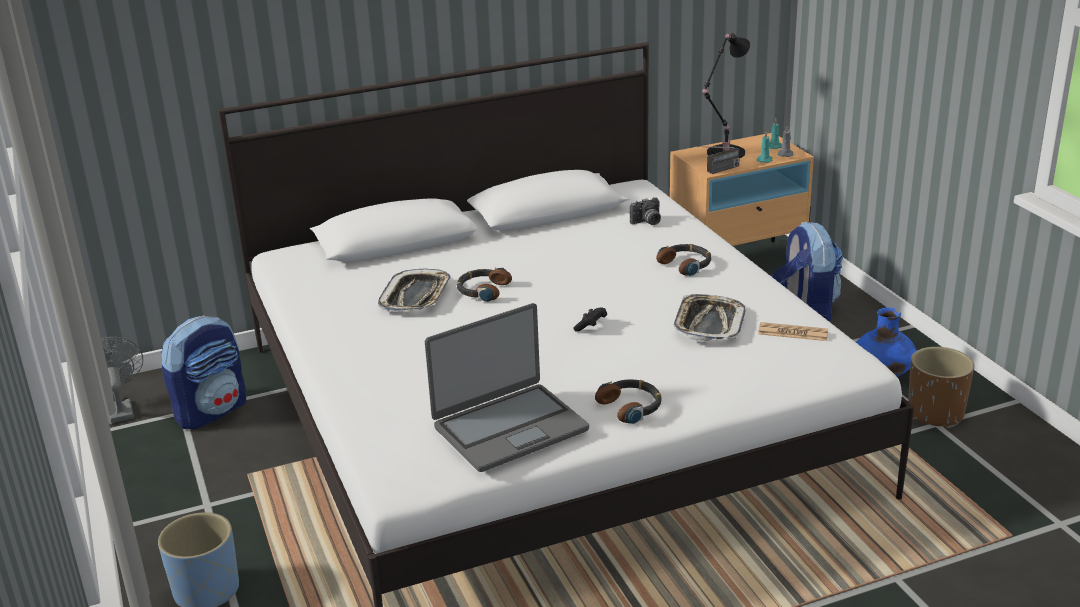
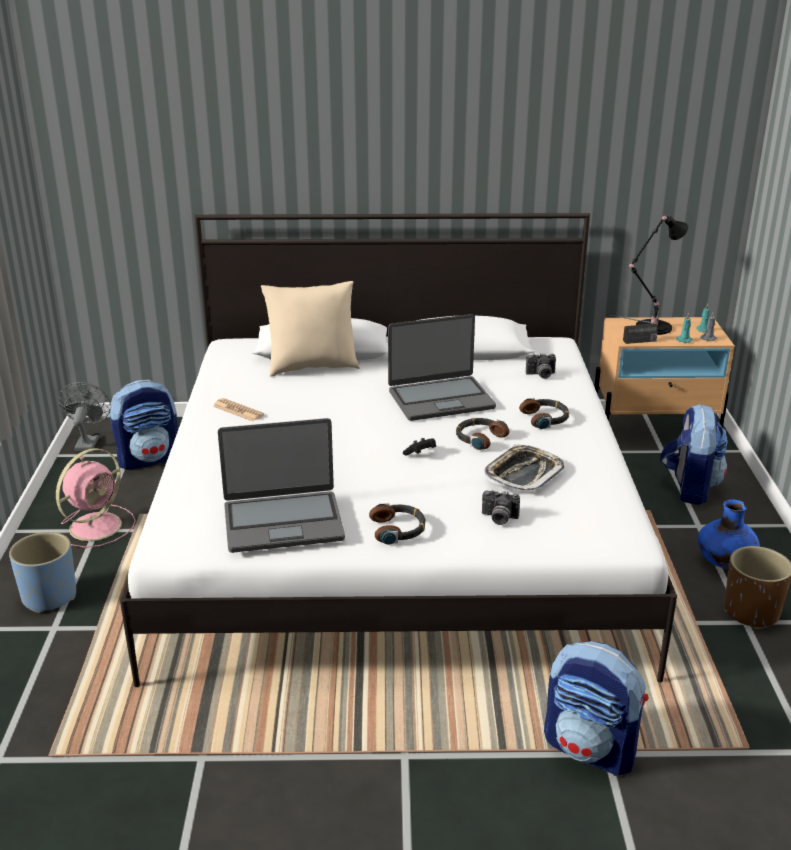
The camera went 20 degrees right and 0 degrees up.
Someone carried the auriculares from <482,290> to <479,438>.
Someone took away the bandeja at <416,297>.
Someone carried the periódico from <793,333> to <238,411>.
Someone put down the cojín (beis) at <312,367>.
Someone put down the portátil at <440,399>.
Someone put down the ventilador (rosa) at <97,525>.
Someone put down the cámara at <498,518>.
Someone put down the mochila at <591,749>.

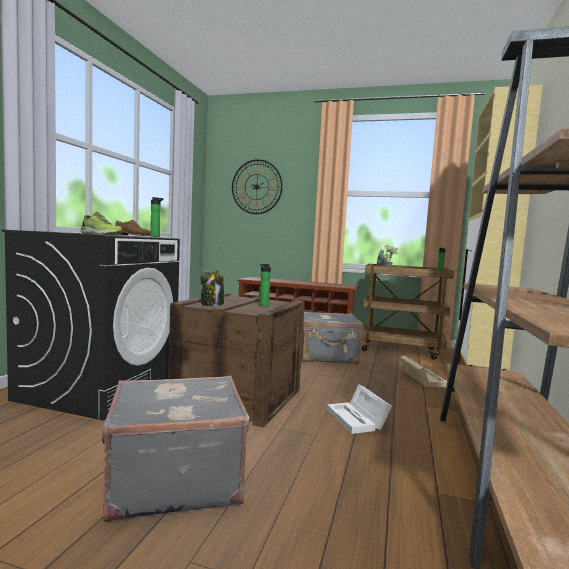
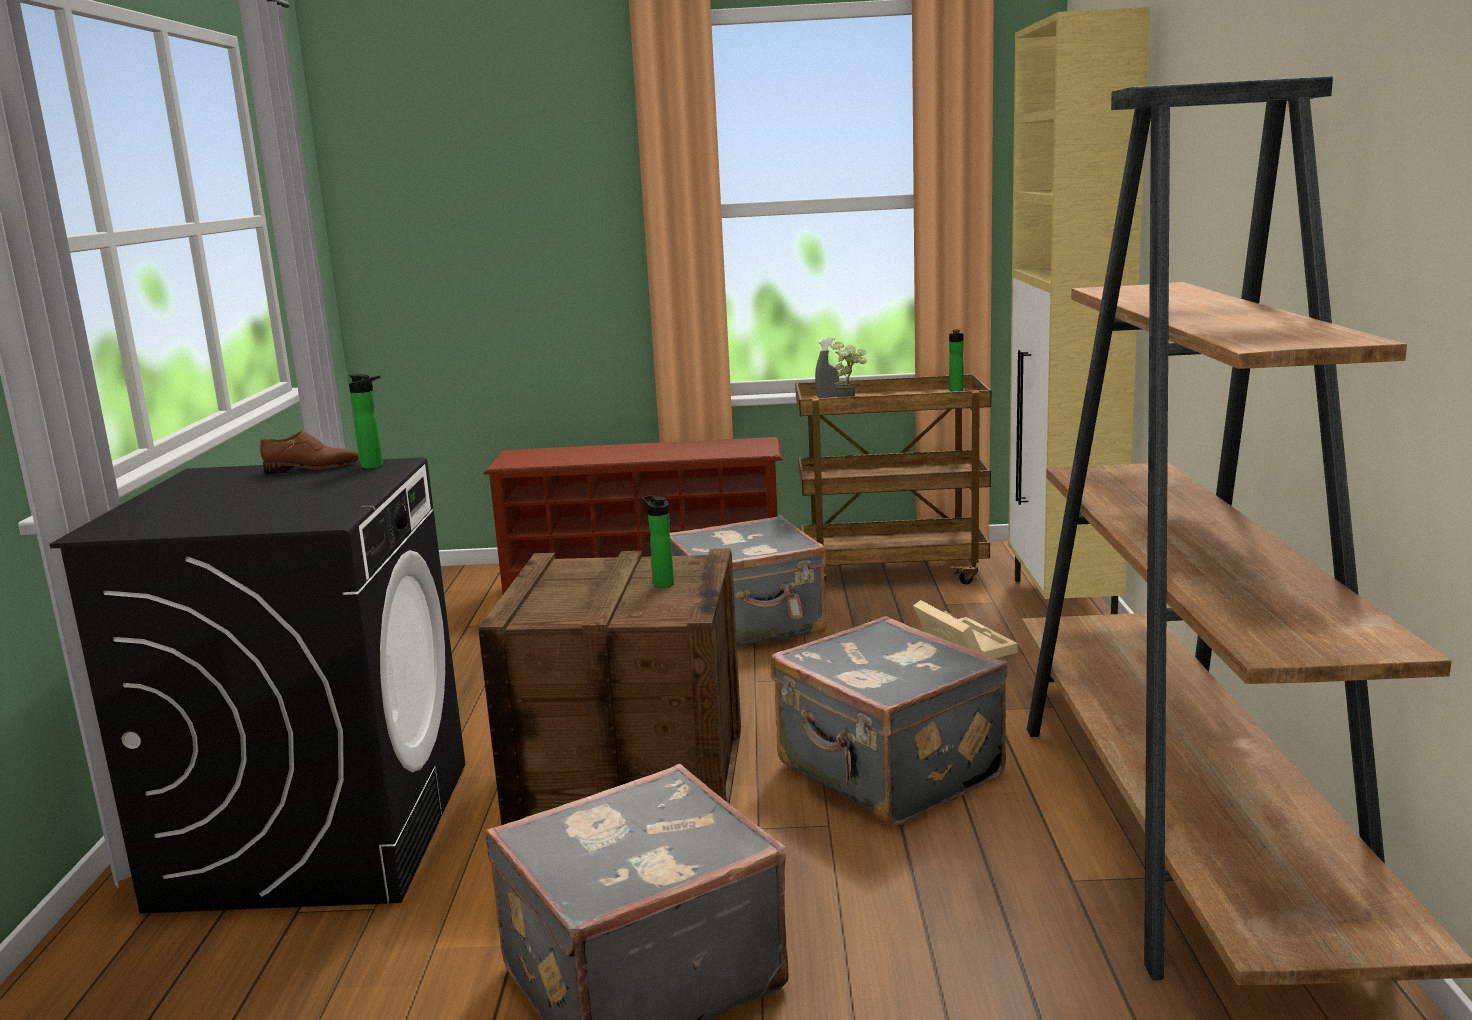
The camera went 15 degrees left and 10 degrees up.
Someone took away the reloj de pared at <256,187>.
Someone took away the zapato at <100,234>.
Someone took away the tarro at <212,304>.
Someone swapped the caja de almacenaje (blanco) at <358,420> for the maleta (gris) at <887,773>.

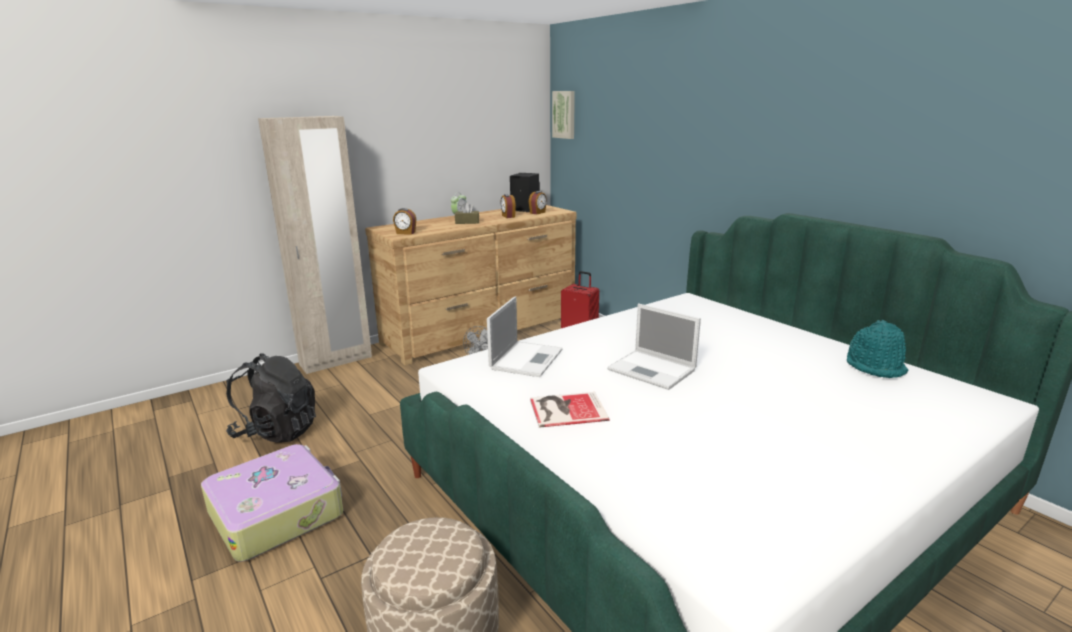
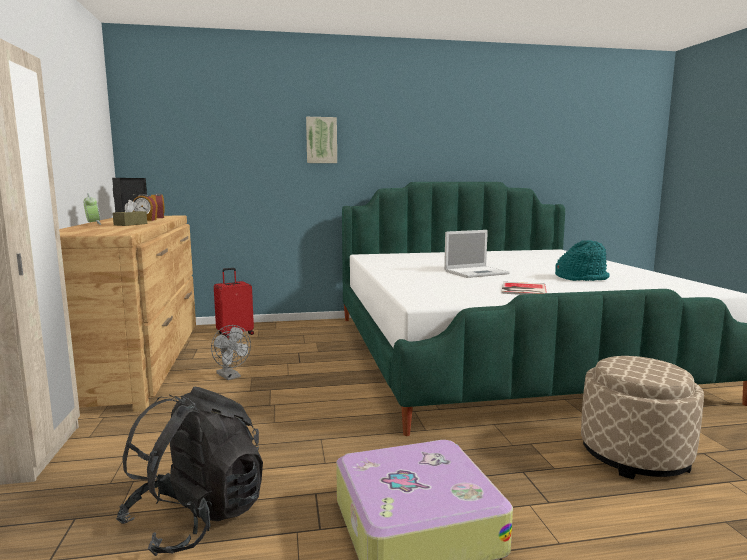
The camera went 65 degrees left and 10 degrees down.
Someone carried the cuadro from <564,114> to <321,140>.
Someone took away the despertador at <405,233>.
Someone took away the portátil at <527,358>.
Someone carried the sombrero (turquesa) from <875,366> to <581,278>.

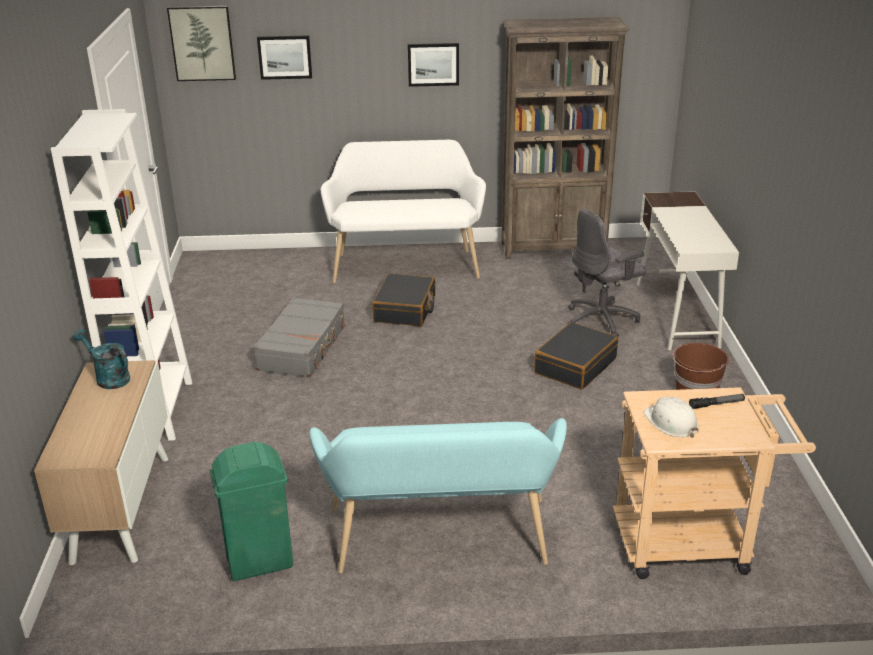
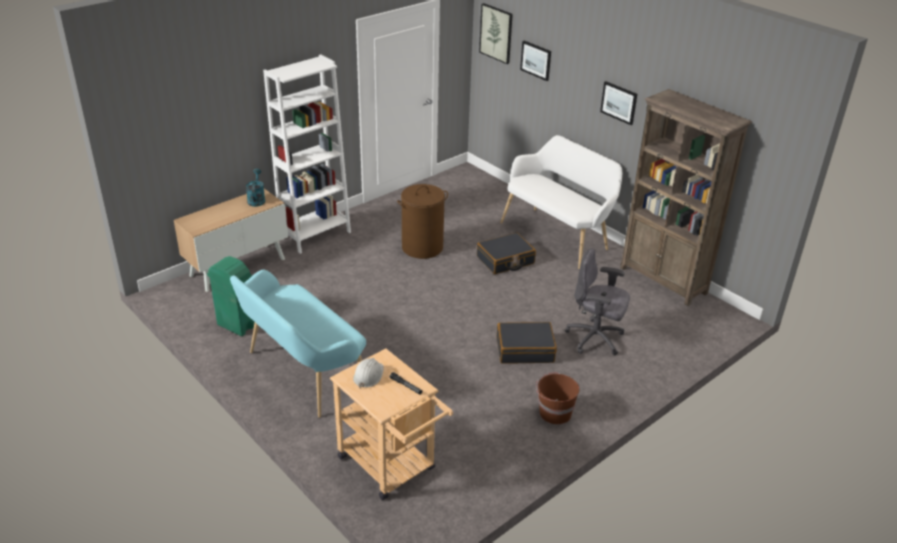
The camera went 50 degrees right and 5 degrees up.
Someone took away the escritorio (blanco) at <676,314>.
Someone swapped the maleta (gris) at <303,347> for the cesto de la ropa (marrón) at <422,247>.

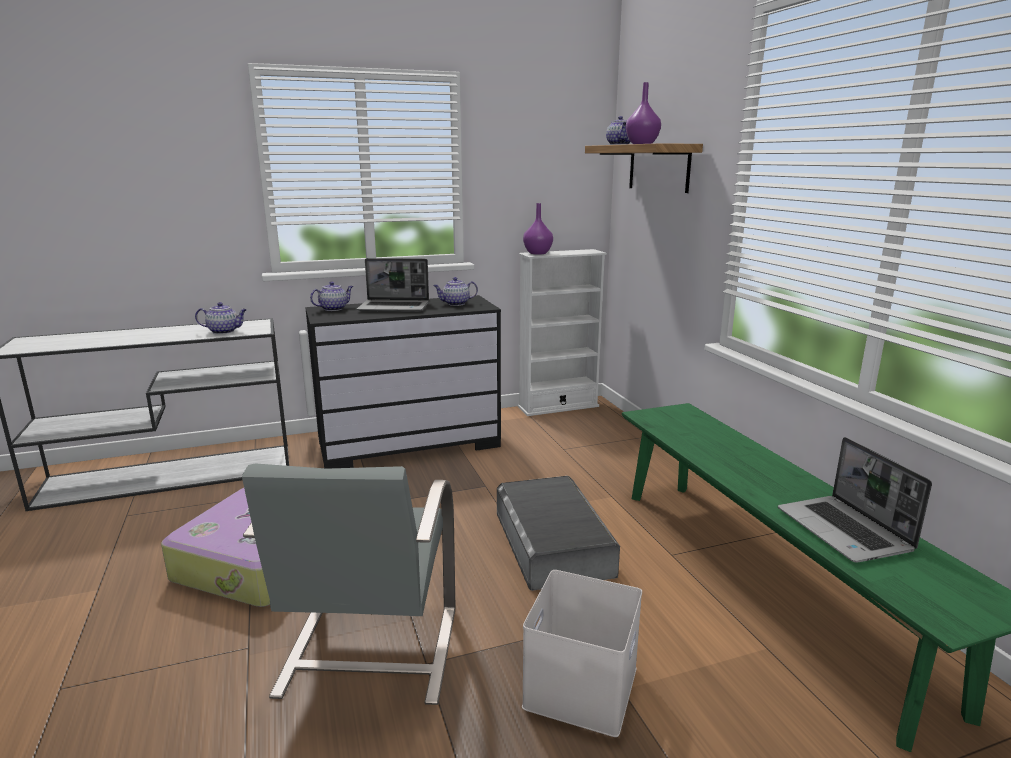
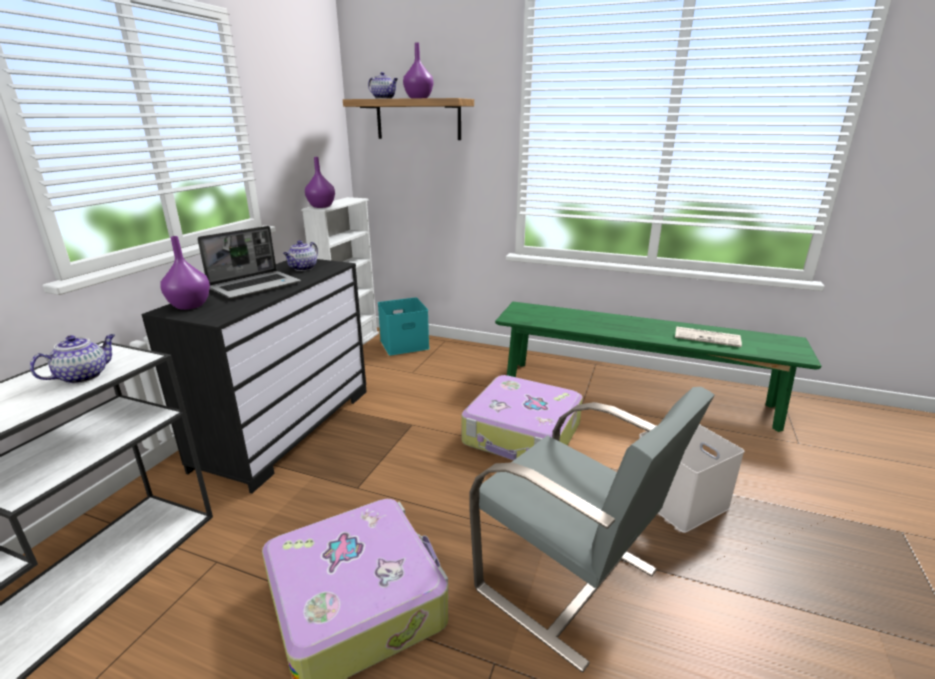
The camera went 50 degrees left and 5 degrees up.
Someone swapped the tetera at <334,309> for the florero (morado) at <189,305>.
Someone swapped the portátil at <845,531> for the periódico at <708,337>.
Someone swapped the caja de almacenaje (gris) at <553,543> for the maleta at <522,435>.
Someone put down the caja de almacenaje (turquesa) at <405,344>.

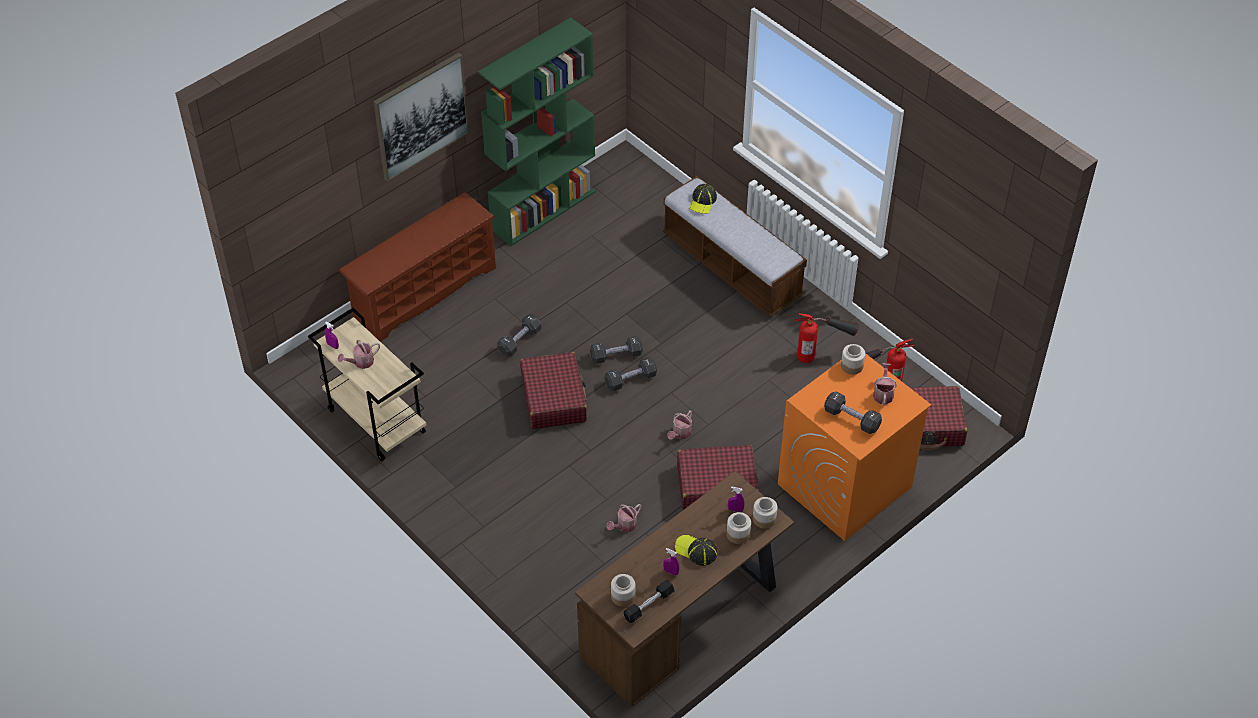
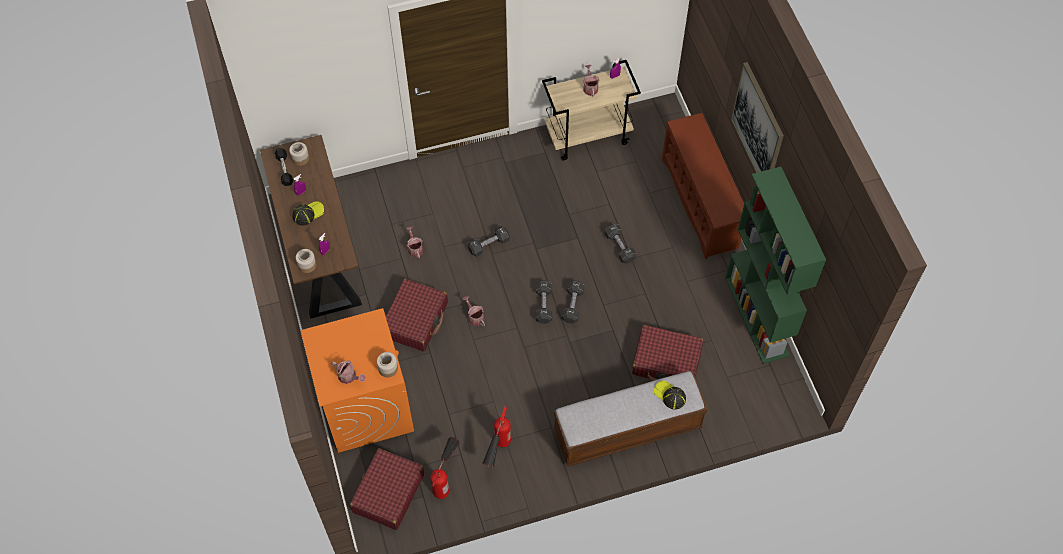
The camera went 115 degrees right and 10 degrees up.
Someone carried the maleta (rojo) from <554,398> to <666,362>.
Someone carried the mancuerna (negro) from <852,419> to <488,245>.
Someone took away the tarro at <738,534>.

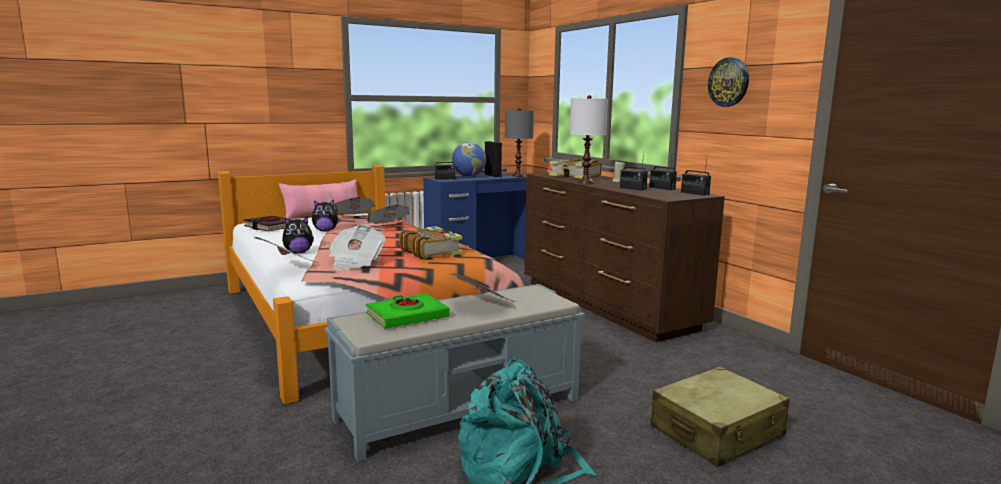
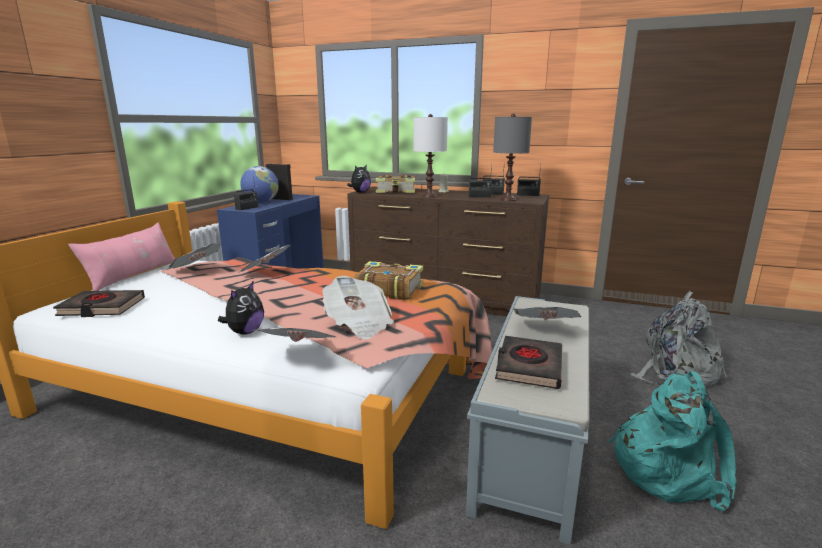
The camera went 40 degrees left and 5 degrees up.
Someone took away the reloj de pared at <728,82>.
Someone carried the lámpara de mesa (gris) from <518,176> to <507,200>.
Someone carried the peluche from <325,231> to <360,192>.
Someone repainted the libro (verde) at <407,316>, which became the libro (negro) at <529,366>.
Someone swapped the maleta (beis) at <717,432> for the mochila (gris) at <675,372>.

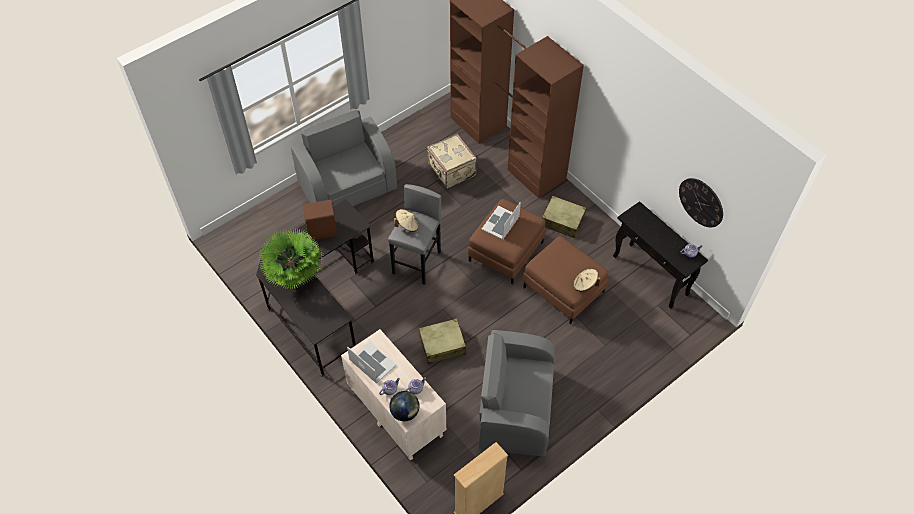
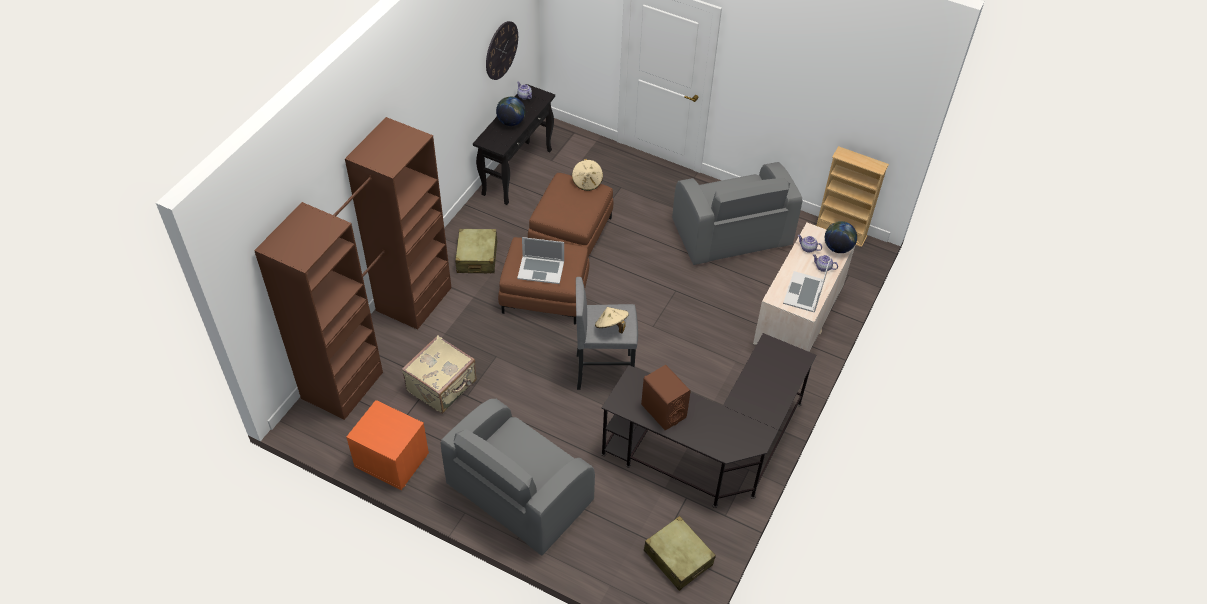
The camera went 115 degrees left and 5 degrees down.
Someone took away the planta en maceta at <295,276>.
Someone carried the maleta (beis) from <442,345> to <678,558>.
Someone put down the globo terráqueo at <511,122>.
Someone put down the mesita de noche (naranja) at <391,460>.

